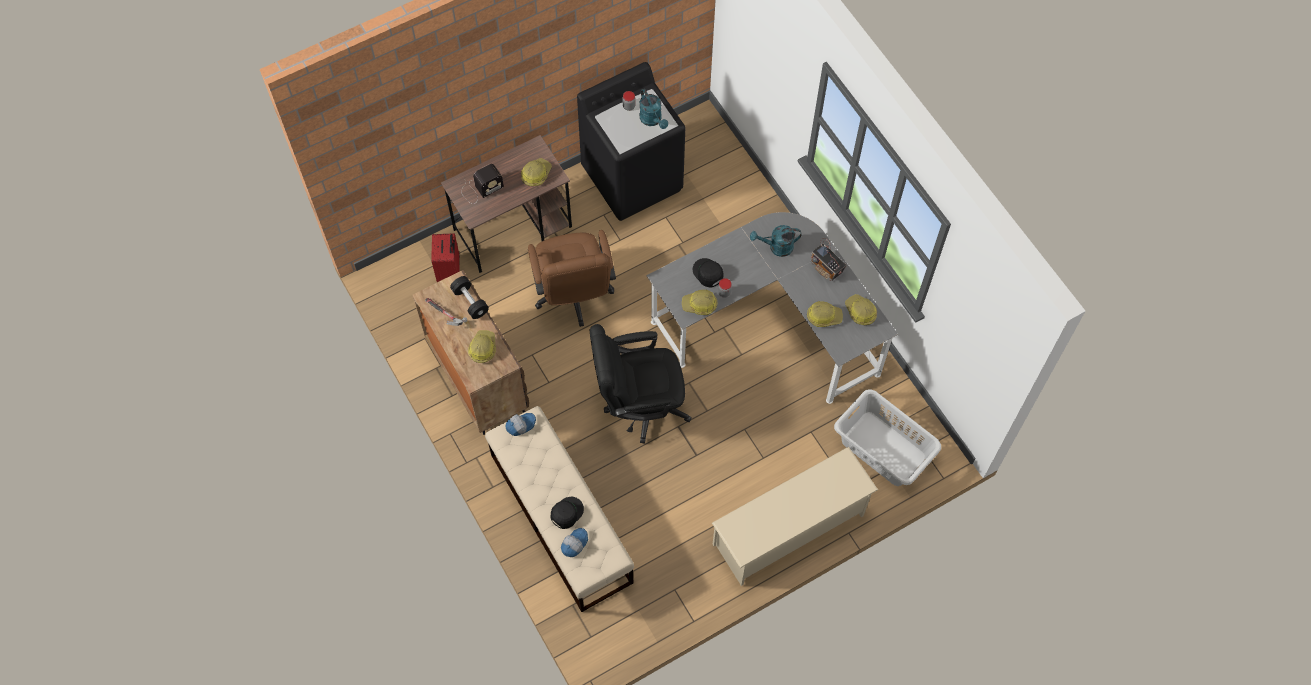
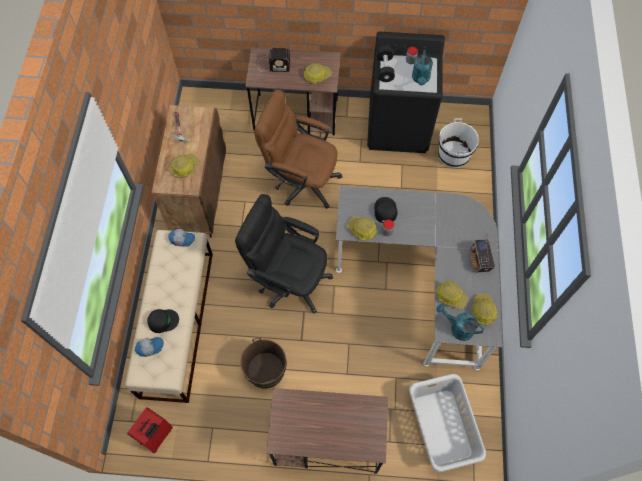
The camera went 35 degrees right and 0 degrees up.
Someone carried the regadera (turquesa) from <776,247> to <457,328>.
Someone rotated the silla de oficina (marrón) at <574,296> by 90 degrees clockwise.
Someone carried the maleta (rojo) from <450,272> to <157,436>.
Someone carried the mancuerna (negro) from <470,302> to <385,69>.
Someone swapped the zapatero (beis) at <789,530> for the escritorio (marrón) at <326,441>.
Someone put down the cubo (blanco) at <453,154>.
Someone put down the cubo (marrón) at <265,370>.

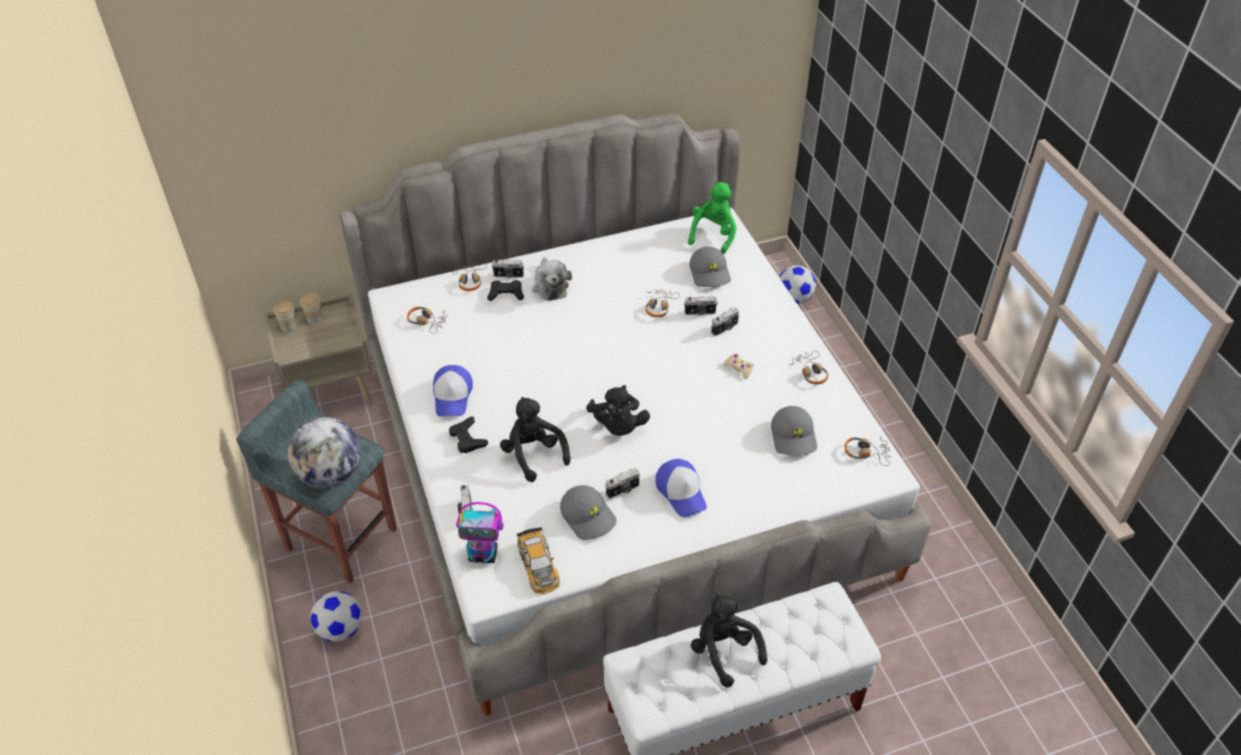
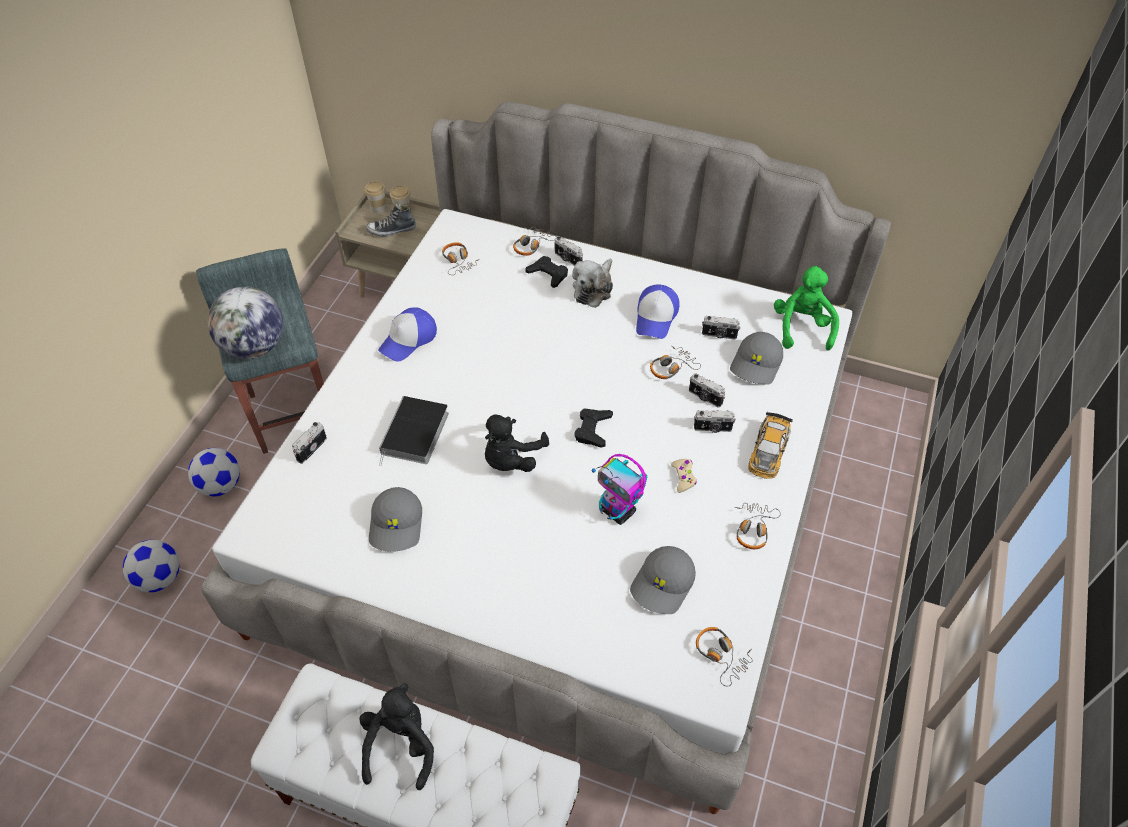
The camera went 40 degrees right and 5 degrees up.
Someone rotated the peluche (verde) at <713,234> by 60 degrees counterclockwise.
Someone carried the balón de fútbol from <794,299> to <159,578>.
Someone swapped the peluche (negro) at <533,454> for the libro at <415,435>.
Someone carried the mando de consola (negro) from <467,438> to <593,429>.
Someone carried the gorra from <681,492> to <656,317>.
Someone carried the cámara from <623,490> to <719,335>.
Someone carried the robot de juguete from <484,554> to <618,511>.
Someone carried the coche de juguete from <538,565> to <768,450>.
Someone put down the zapato at <391,230>.

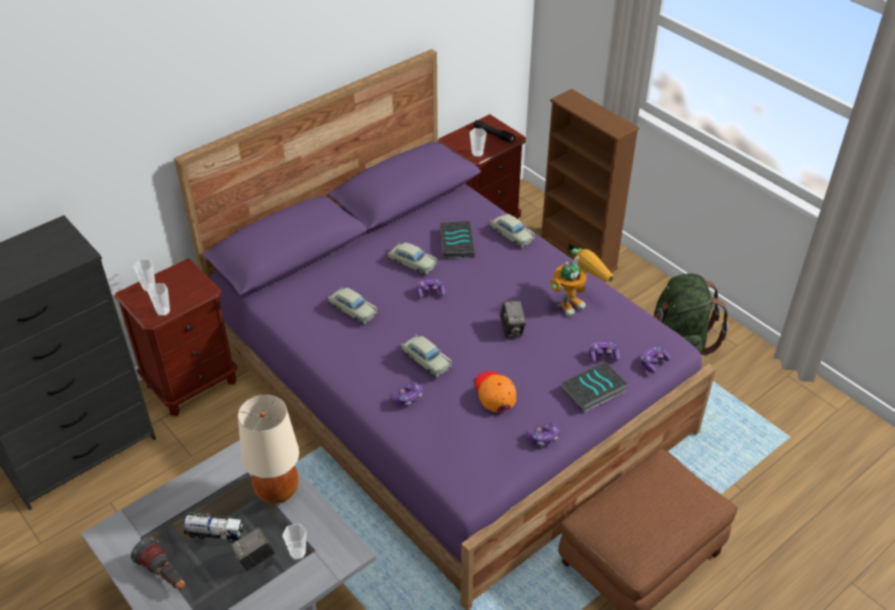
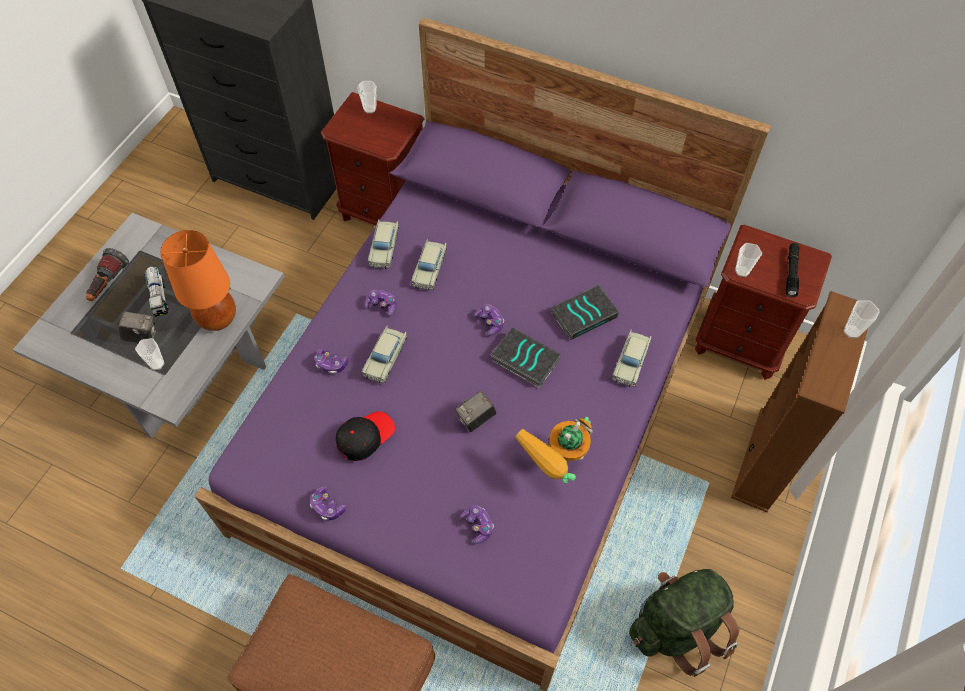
The camera went 65 degrees right and 15 degrees up.
Someone carried the coche de juguete (beis) from <412,263> to <384,248>.
Someone rotated the robot de juguete at <576,301> by 105 degrees clockwise.
Someone carried the taza from <163,311> to <851,331>.
Someone carried the mando de consola from <653,363> to <382,305>.
Someone carried the libro from <594,391> to <524,360>.
Someone repainted the gorra (naranja) at <494,393>, which became the gorra (negro) at <365,437>.
Someone repainted the lámpara de mesa (beis) at <276,491>, which became the lámpara de mesa (naranja) at <218,318>.
Someone rotated the cámara at <255,558> by 150 degrees clockwise.

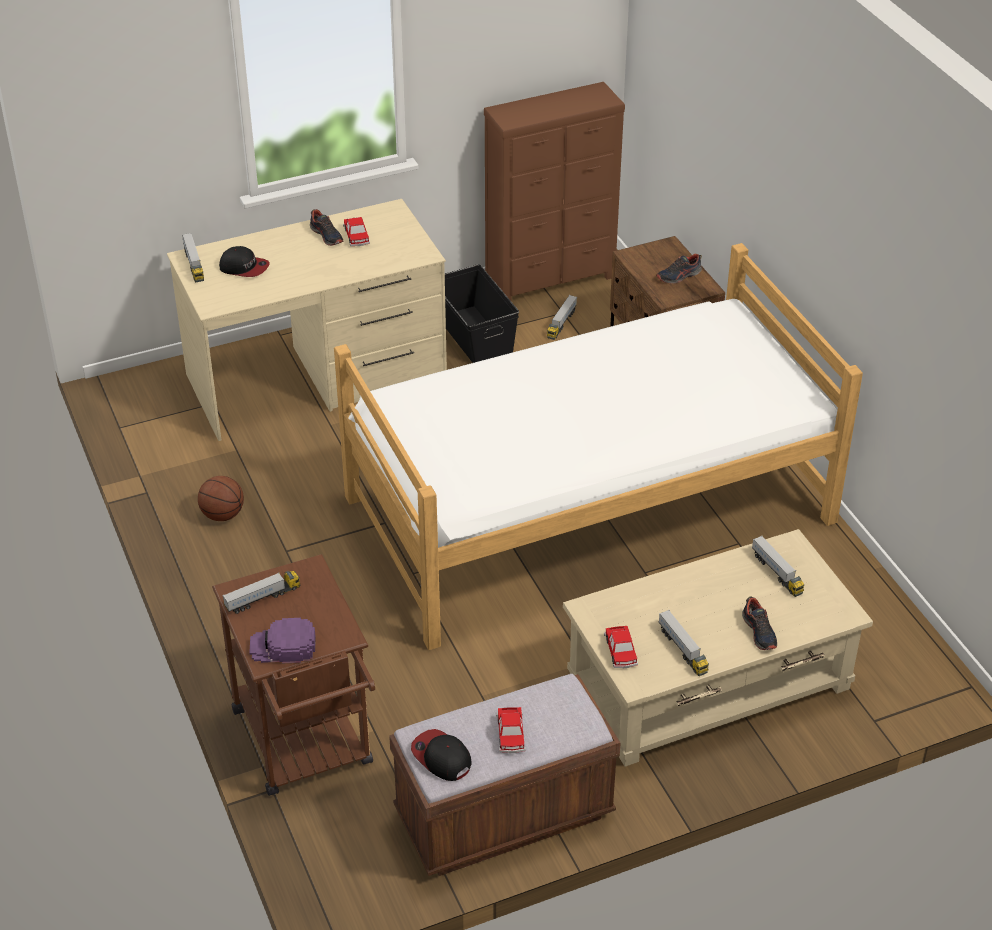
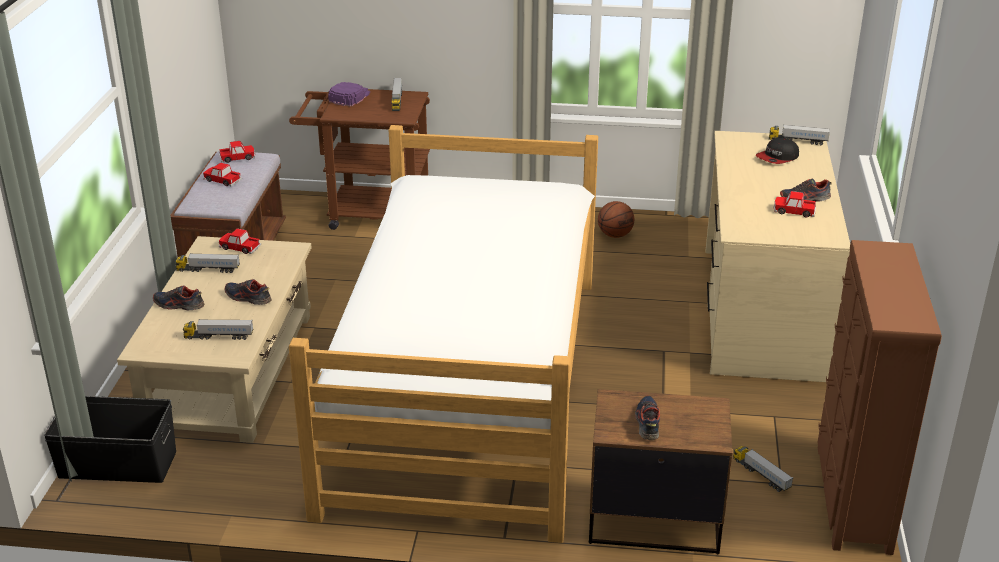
The camera went 120 degrees right and 10 degrees down.
Someone carried the caja de almacenaje (negro) from <474,334> to <118,464>.
Someone swapped the gorra at <441,757> for the coche de juguete at <237,158>.
Someone put down the zapato at <247,298>.

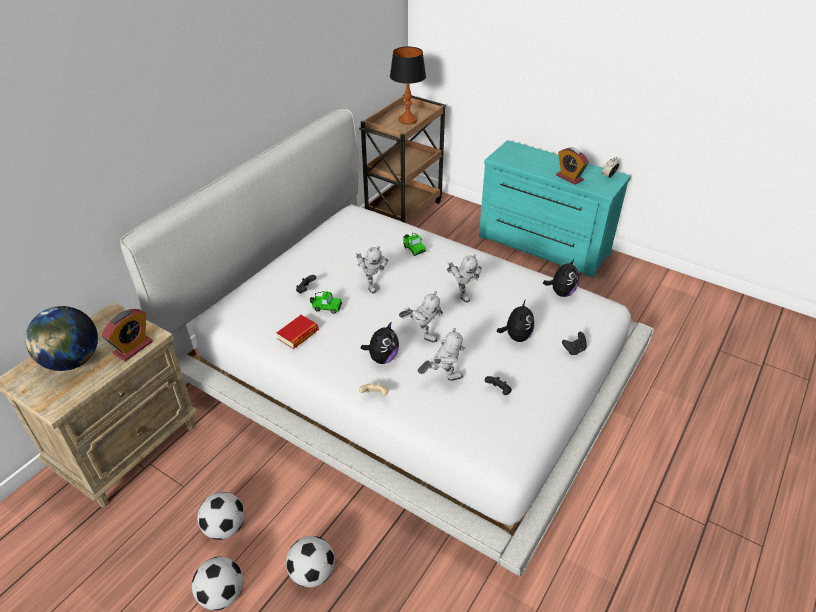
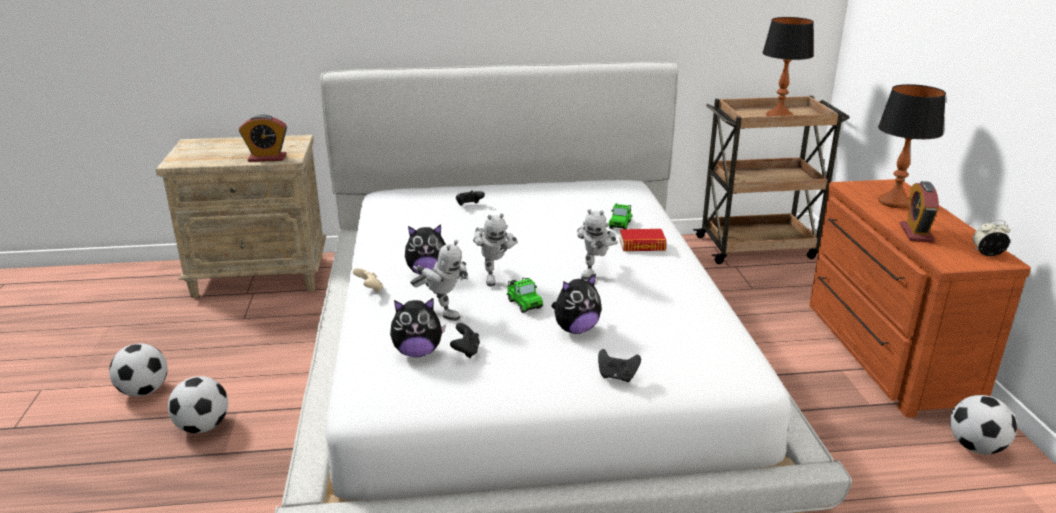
The camera went 50 degrees right and 15 degrees down.
Someone repainted the cómoda (turquesa) at <542,246>, which became the cómoda (marrón) at <883,353>.
Someone took away the robot de juguete at <371,284>.
Someone carried the peluche from <561,292> to <417,352>.
Someone carried the coche de juguete from <326,308> to <523,303>.
Someone took away the globo terráqueo at <72,361>.
Someone carried the libro from <298,335> to <642,245>.
Someone carried the balón de fútbol from <225,527> to <975,447>.
Someone put down the lámpara de mesa at <894,202>.

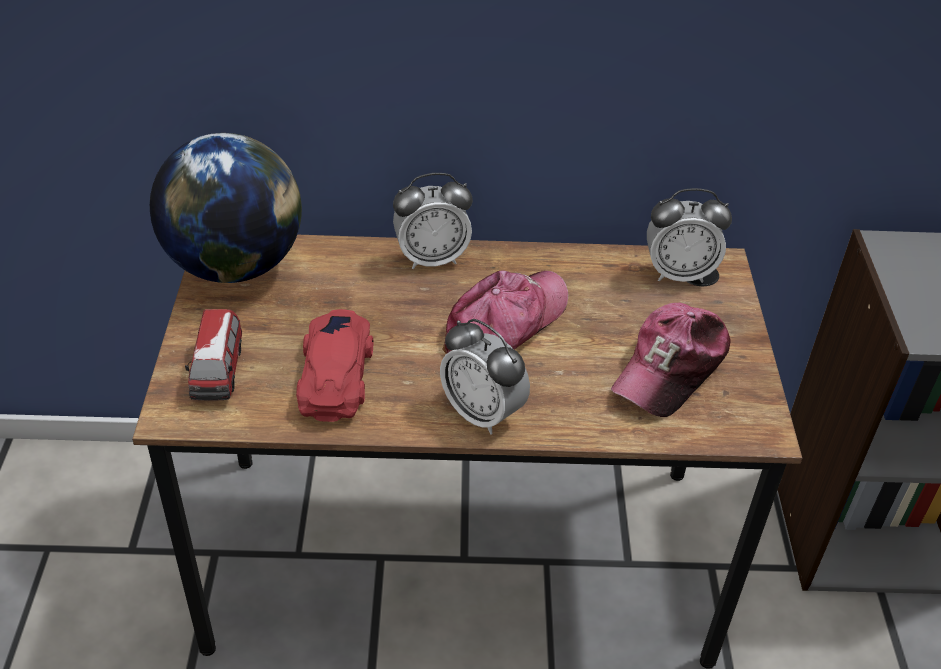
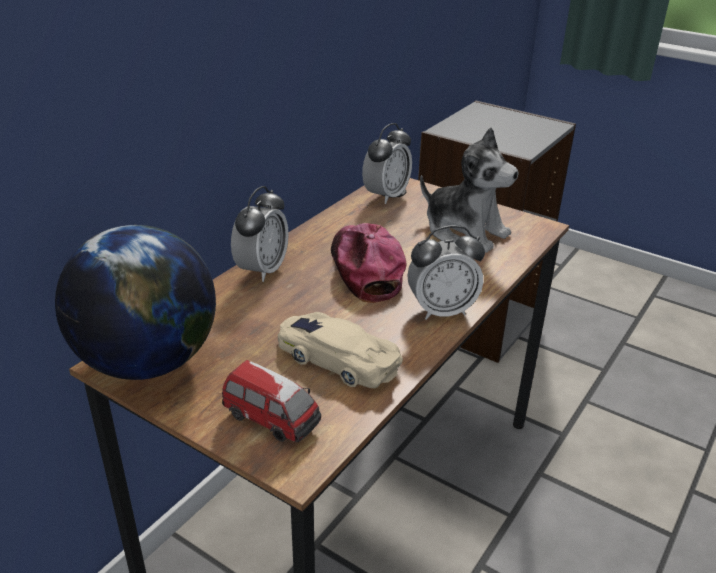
The camera went 55 degrees left and 10 degrees down.
Someone swapped the gorra at <671,369> for the peluche at <465,231>.
Someone repainted the coche de juguete (rojo) at <336,372>, which became the coche de juguete (beis) at <337,357>.

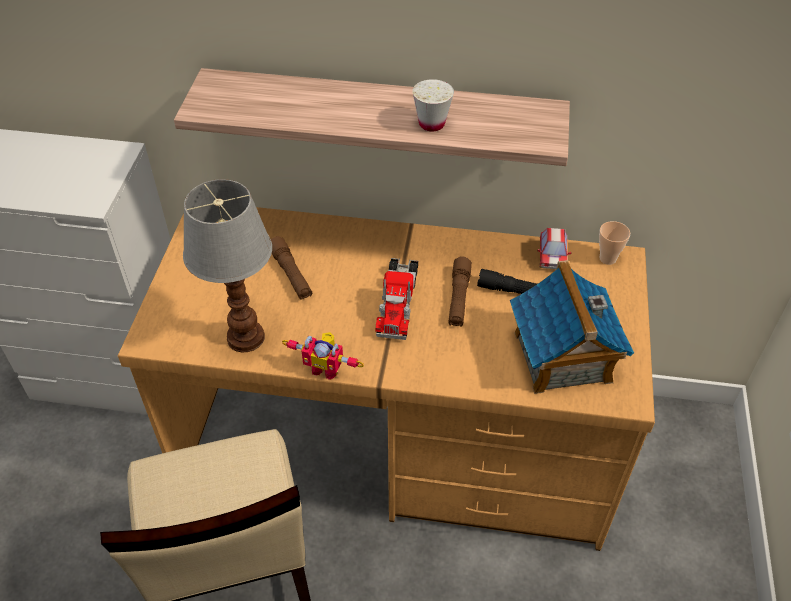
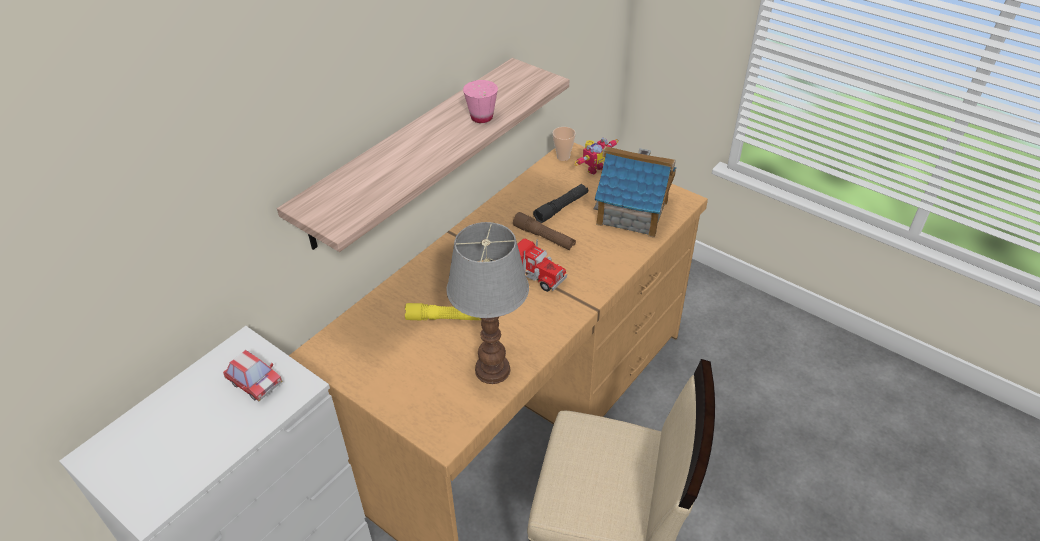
The camera went 60 degrees left and 5 degrees down.
Someone repainted the taza (blanco) at <431,124>, which became the taza (rosa) at <481,117>.
Someone carried the coche de juguete from <552,256> to <255,383>.
Someone repainted the linterna (marrón) at <291,274>, which became the linterna (amarillo) at <444,318>.
Someone carried the robot de juguete from <326,368> to <593,167>.

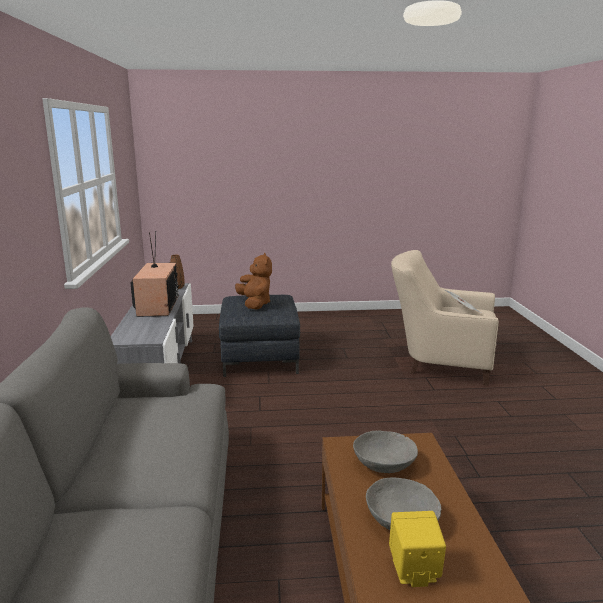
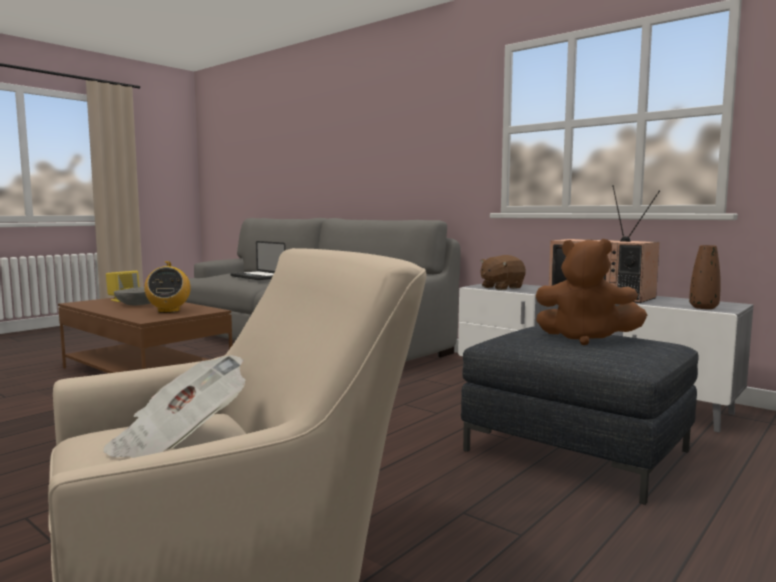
The camera went 135 degrees right and 10 degrees down.
Someone swapped the cuenco (gris) at <384,464> for the radio at <168,311>.
Someone put down the portátil at <258,277>.
Someone put down the peluche (marrón) at <501,287>.

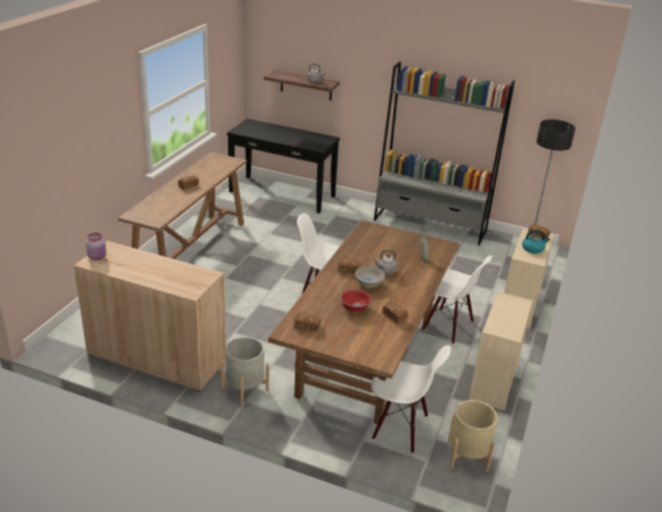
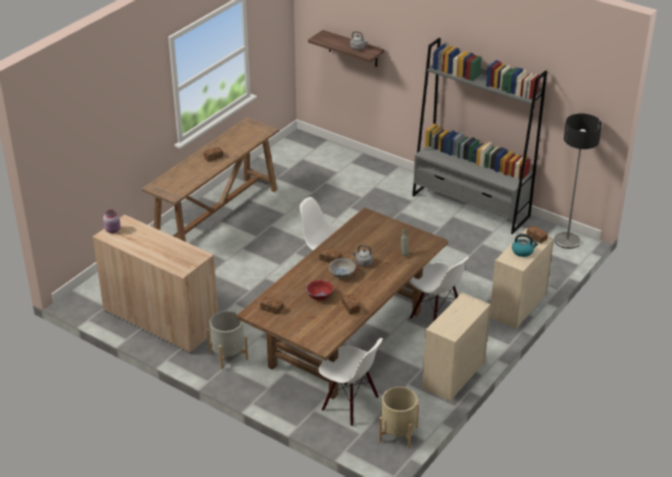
The camera went 15 degrees right and 5 degrees up.
Someone took away the mesa consola (negro) at <282,194>.

